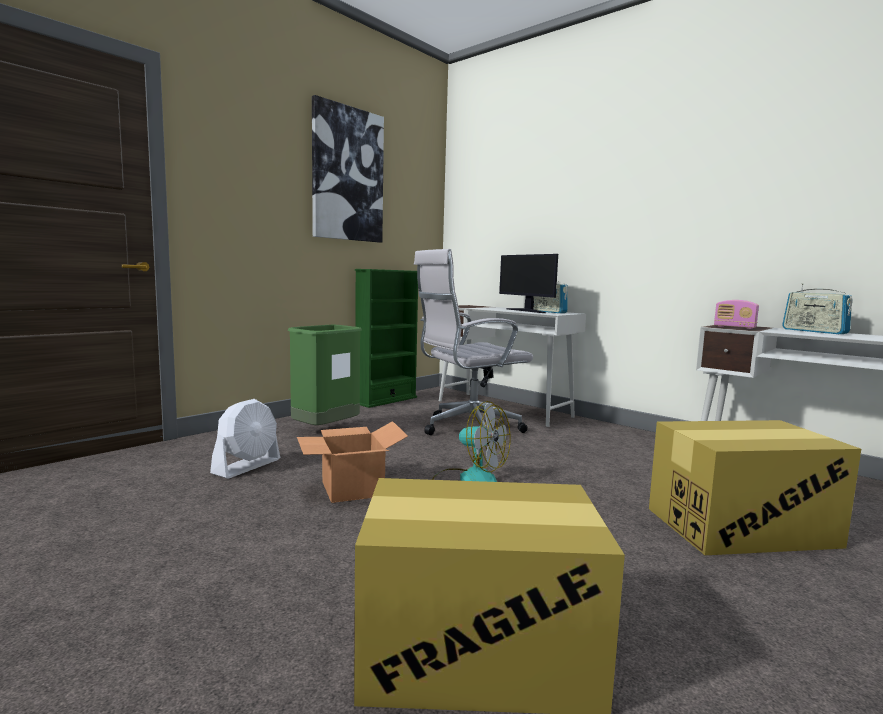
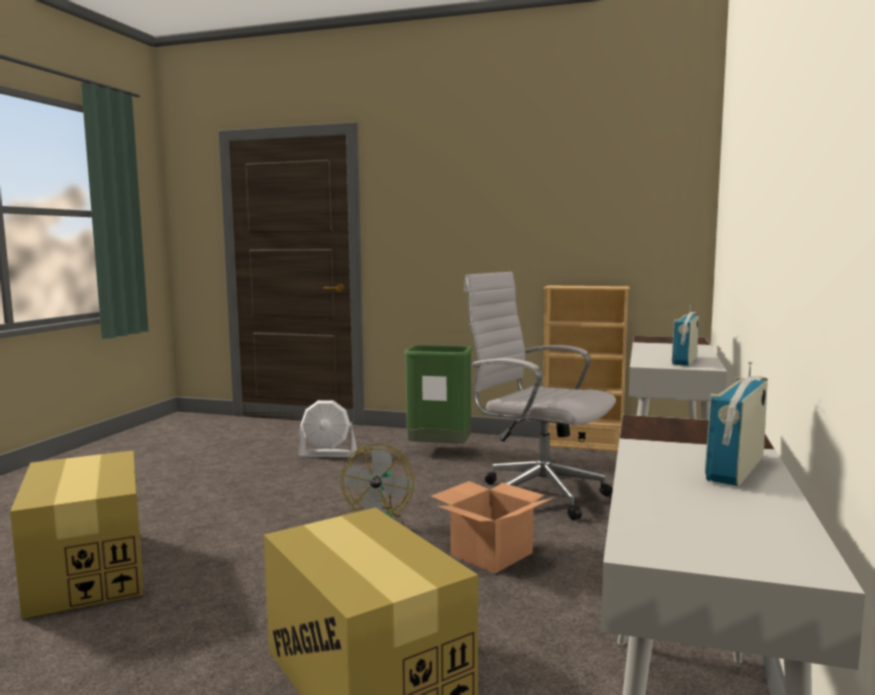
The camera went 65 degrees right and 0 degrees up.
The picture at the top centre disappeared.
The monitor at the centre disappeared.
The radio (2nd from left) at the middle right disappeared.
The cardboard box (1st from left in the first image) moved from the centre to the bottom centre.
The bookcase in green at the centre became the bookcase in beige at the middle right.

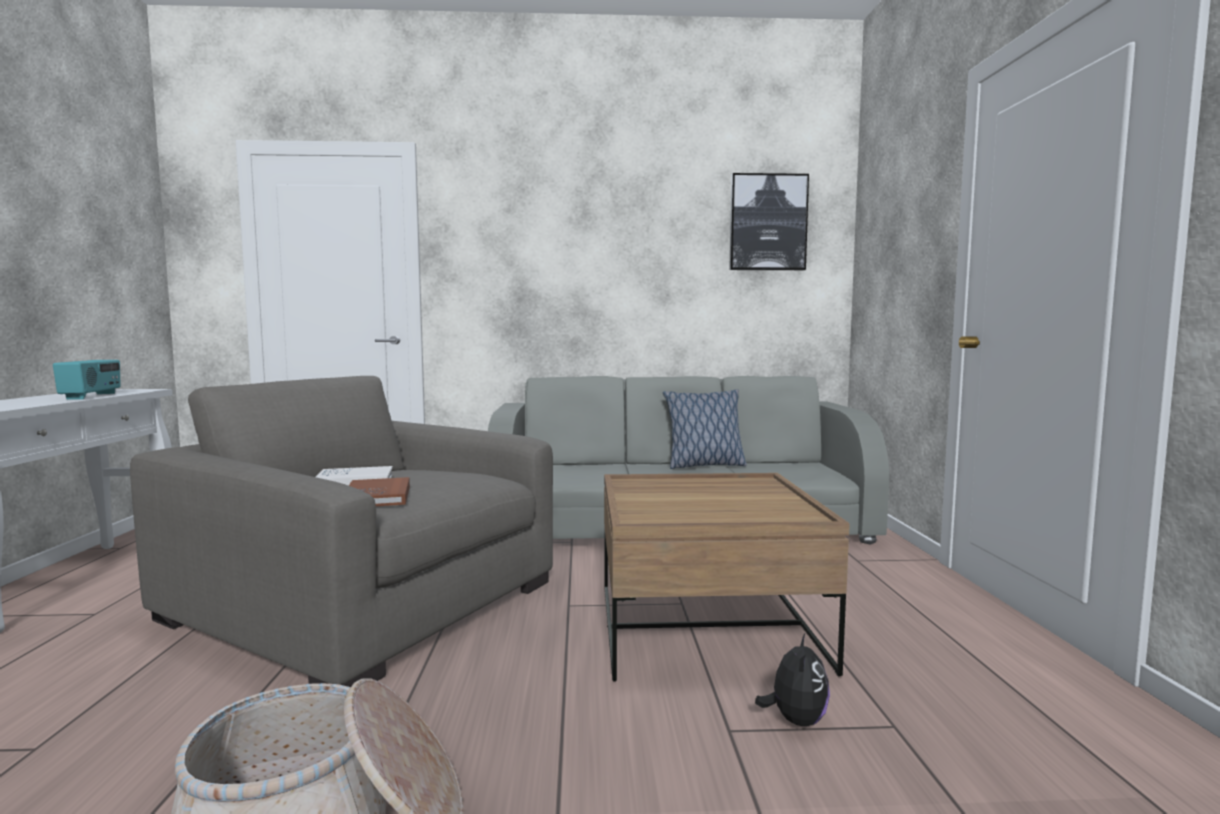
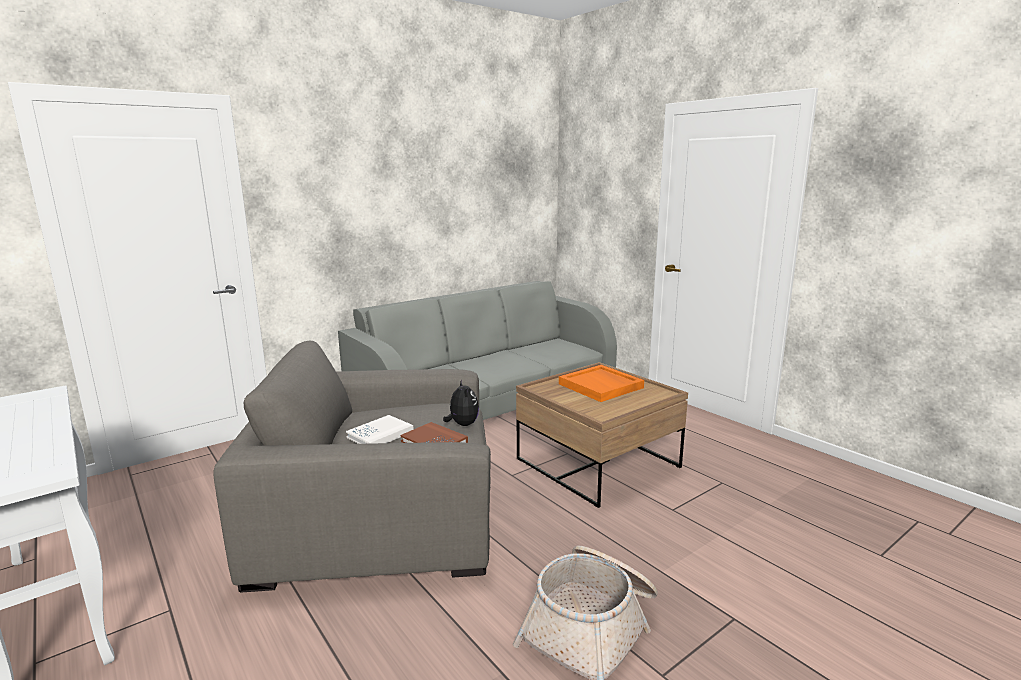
The camera went 35 degrees left and 10 degrees up.
The radio at the middle left disappeared.
The pillow at the centre disappeared.
The picture at the top centre disappeared.
The tray in orange at the centre appeared.
The plush toy moved from the bottom centre to the centre.

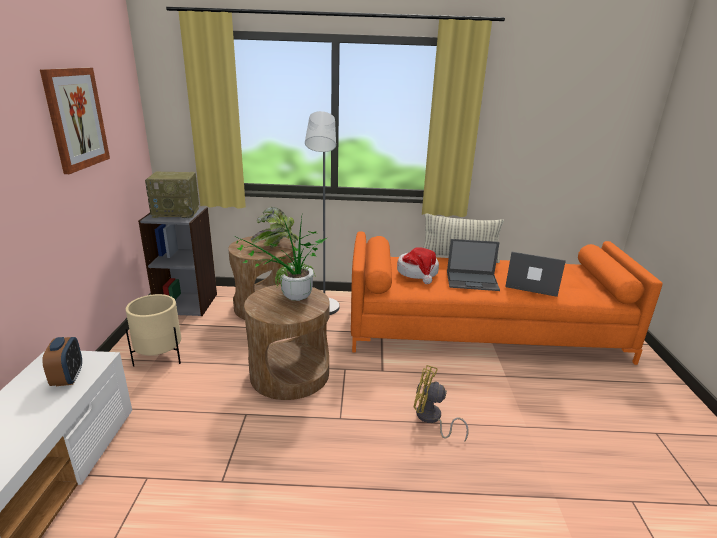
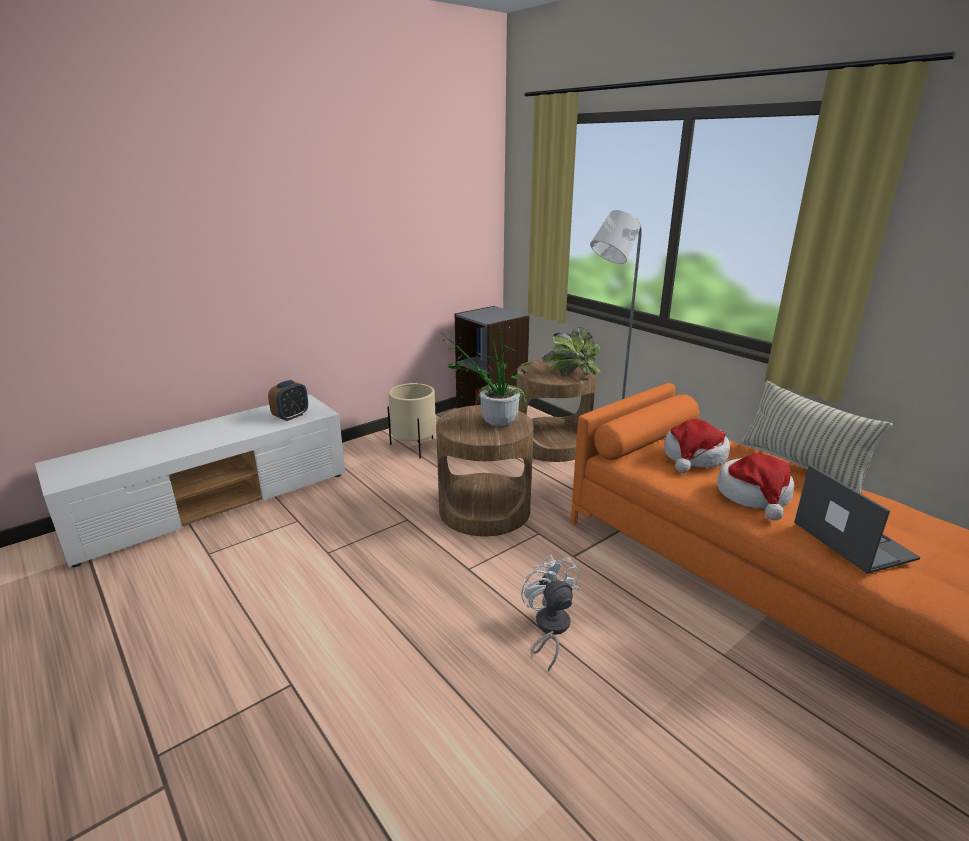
The camera went 50 degrees right and 0 degrees up.
The picture at the top left disappeared.
The radio at the middle left disappeared.
The laptop (1st from left) at the centre was replaced by the hat (2nd from left) at the middle right.
The fan in yellow at the bottom centre became the fan in white at the bottom centre.

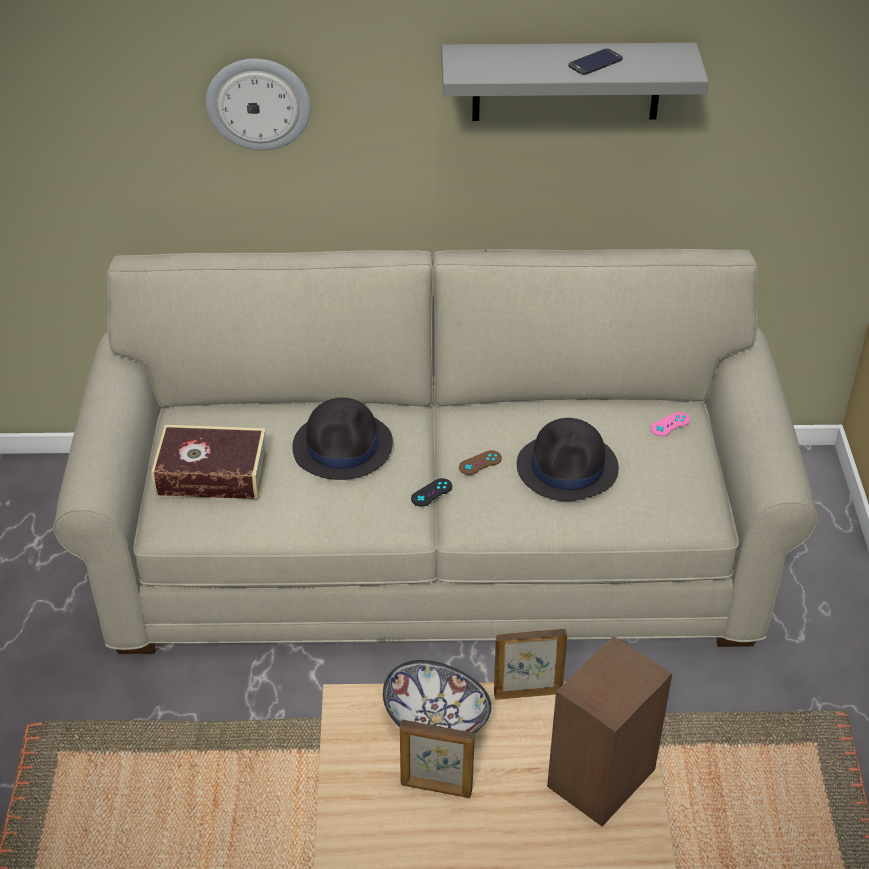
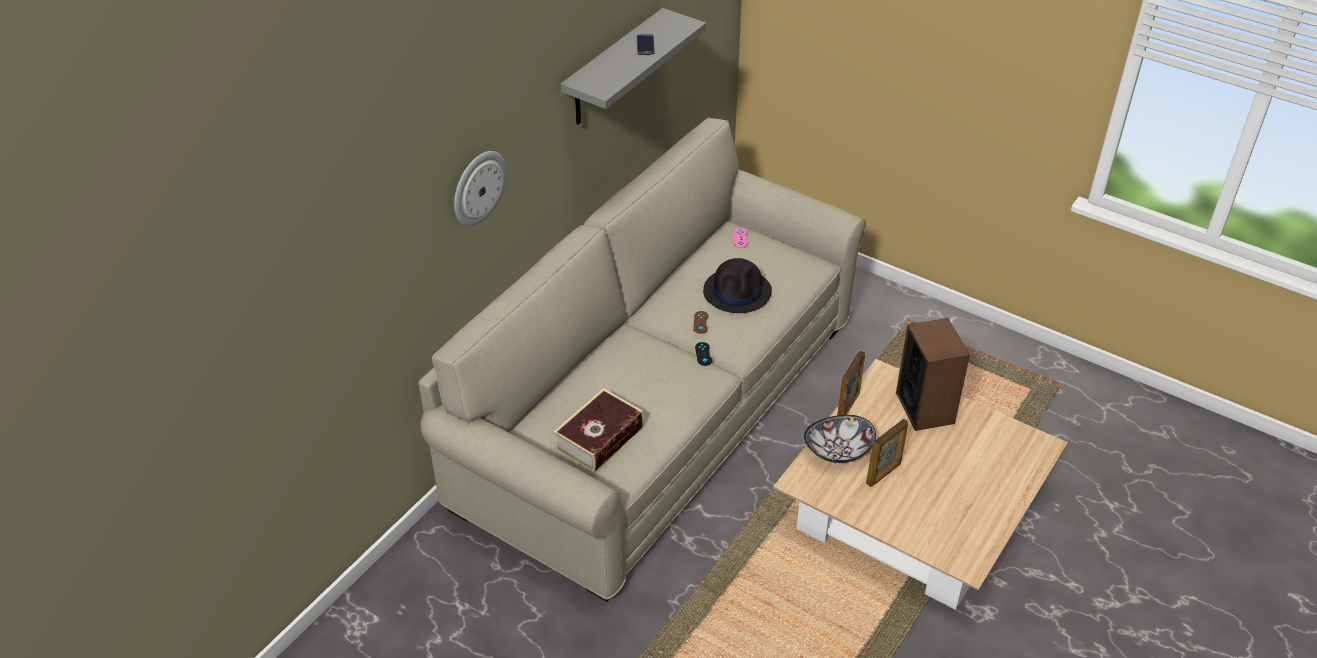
The camera went 55 degrees left and 0 degrees up.
The hat in black (1st from left) at the centre disappeared.

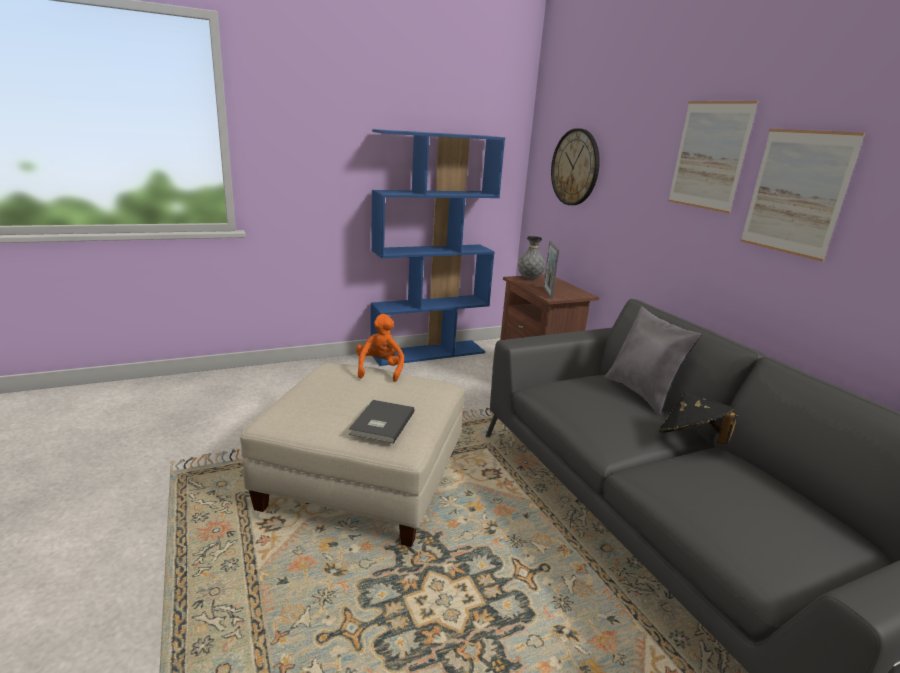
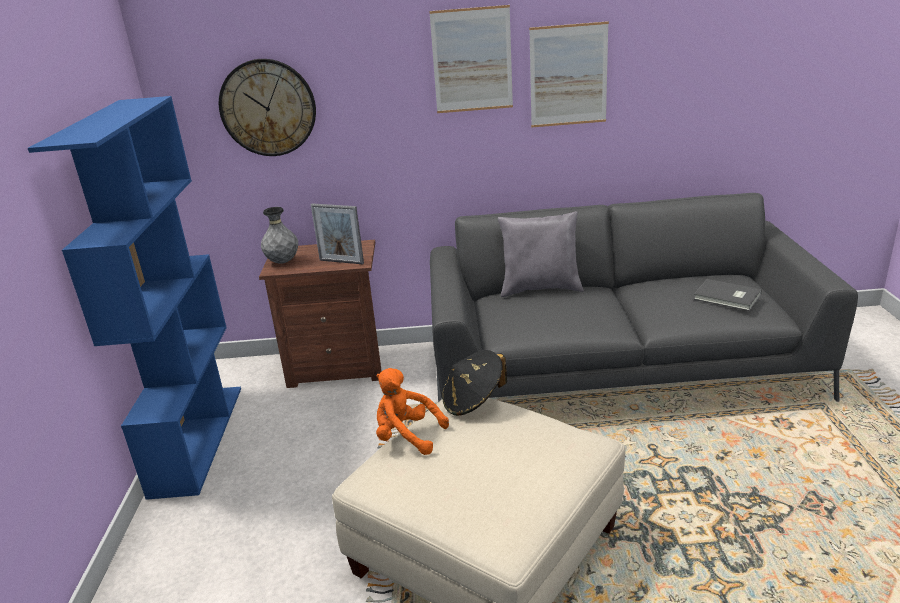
The camera went 65 degrees left and 5 degrees up.
The book in grey moved from the centre to the middle right.
The hat in black moved from the middle right to the centre.

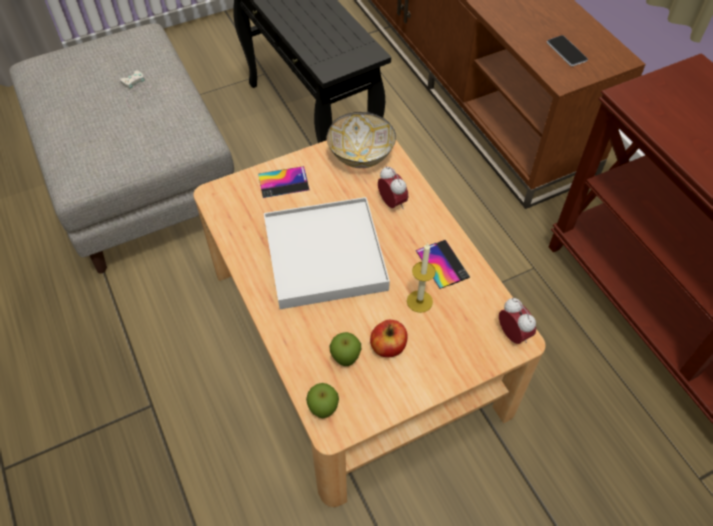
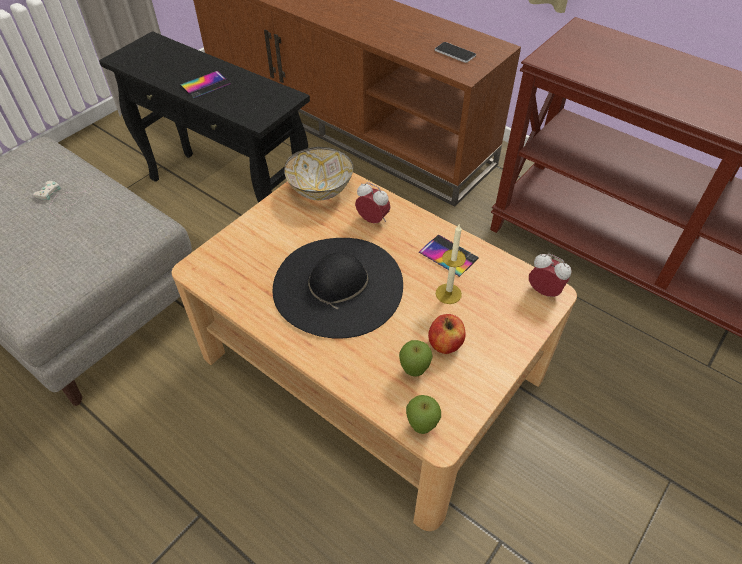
The camera went 25 degrees left and 5 degrees down.
The phone (1st from left) moved from the centre to the top left.
The tray in white at the centre was replaced by the hat in black at the centre.

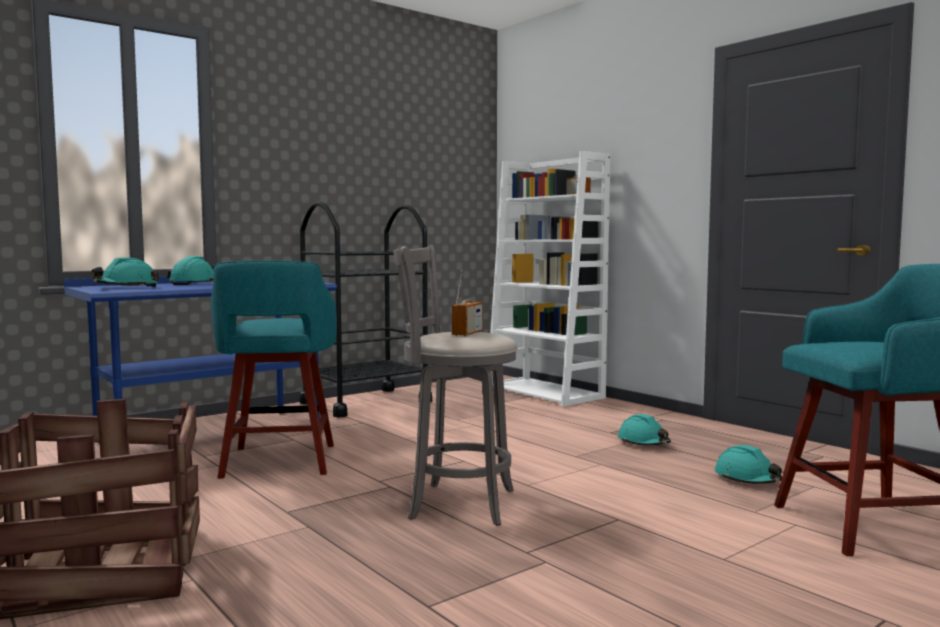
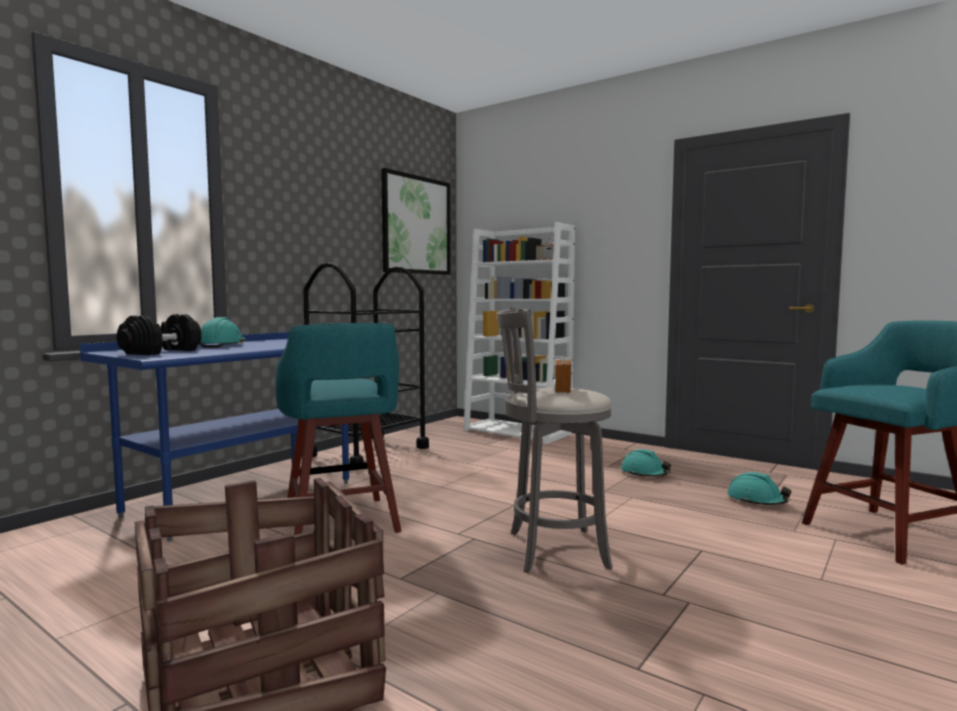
The camera went 15 degrees left and 0 degrees up.
The picture at the top centre appeared.
The hard hat in turquoise (1st from left) at the middle left was replaced by the dumbbell in black at the middle left.

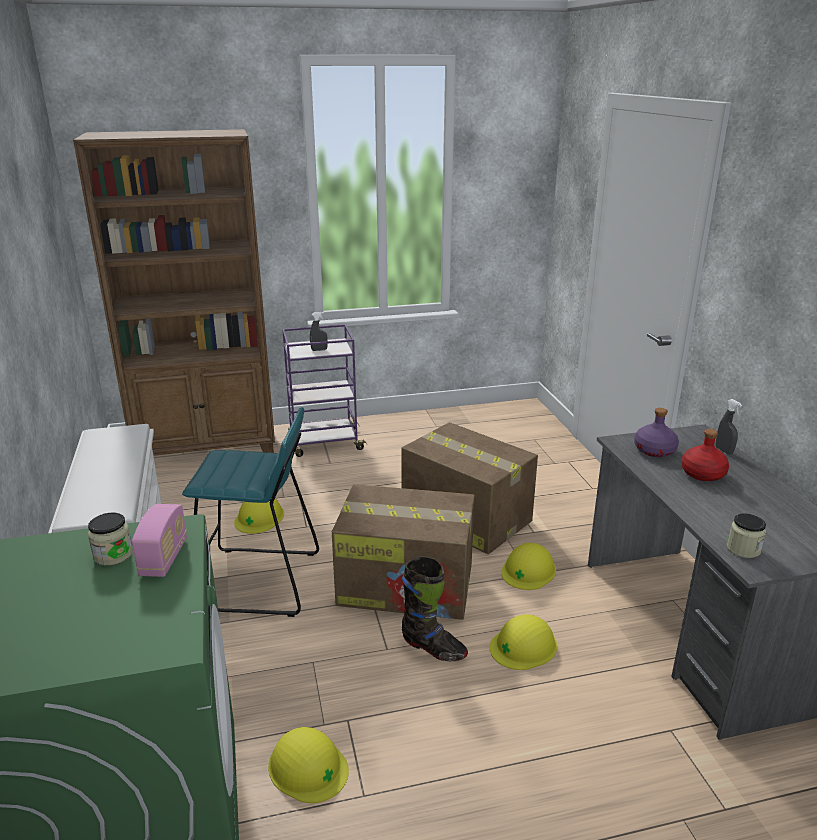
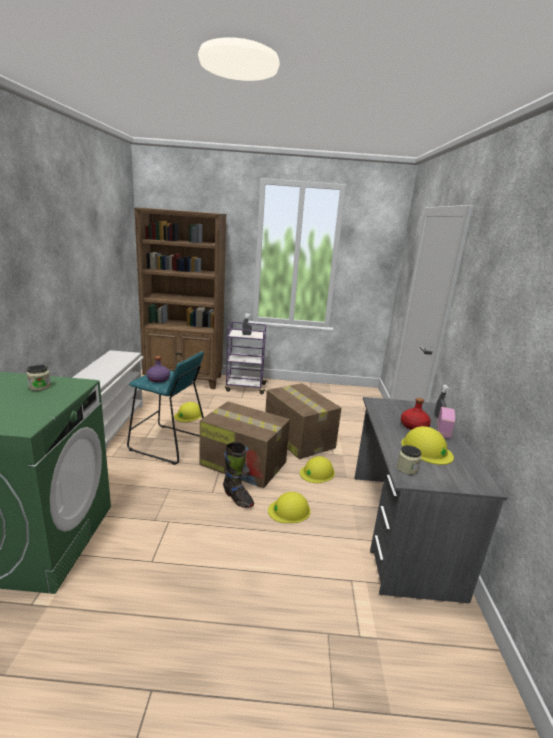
The camera went 15 degrees right and 5 degrees down.
The radio moved from the middle left to the middle right.
The hard hat in yellow (2nd from left in the first image) moved from the bottom centre to the middle right.
The bottle in purple moved from the middle right to the middle left.

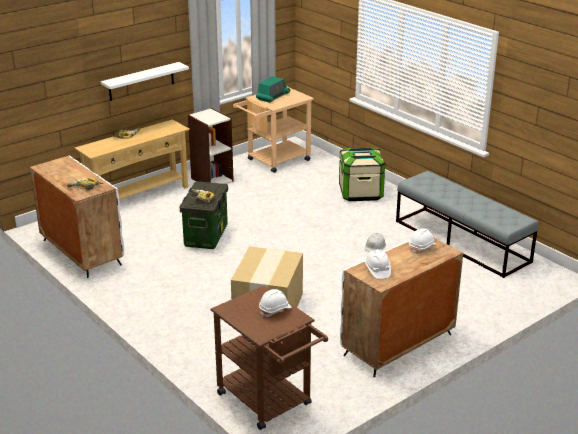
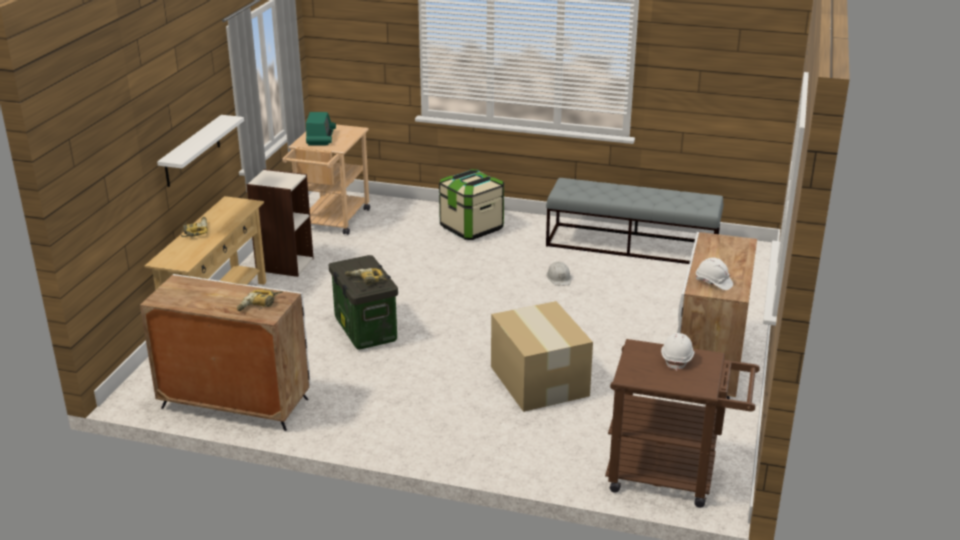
The camera went 35 degrees left and 0 degrees up.
The hard hat in white (4th from left) at the middle right disappeared.

